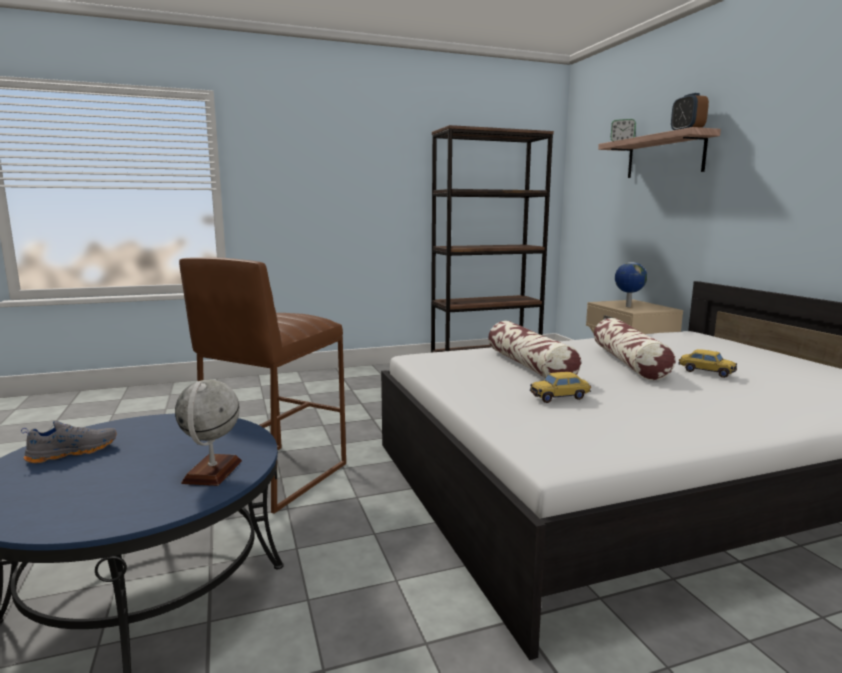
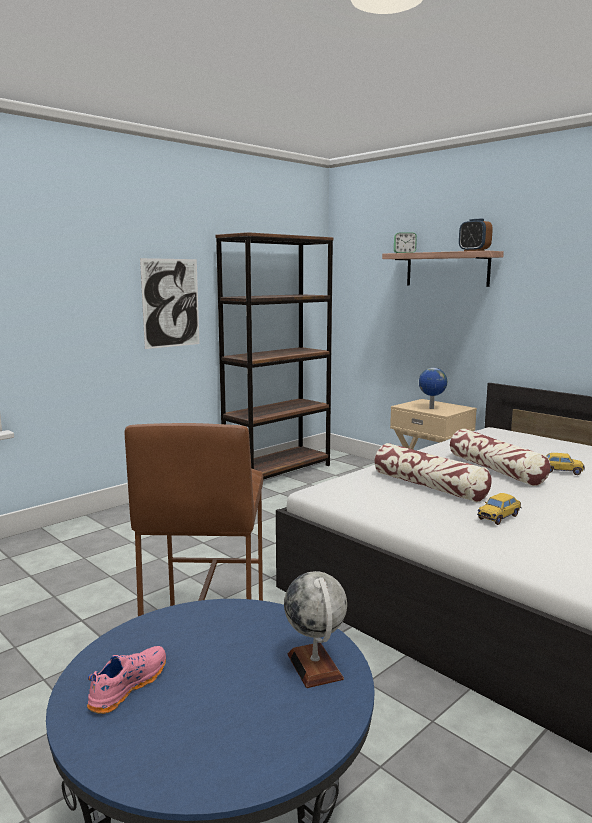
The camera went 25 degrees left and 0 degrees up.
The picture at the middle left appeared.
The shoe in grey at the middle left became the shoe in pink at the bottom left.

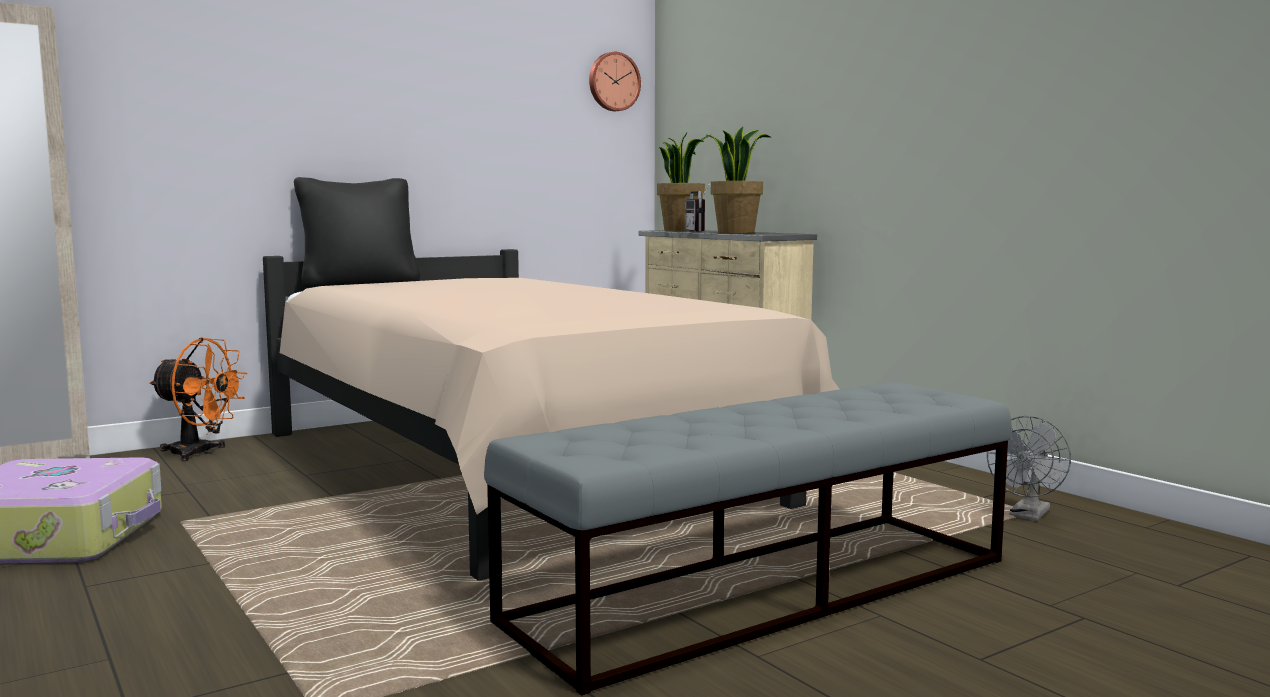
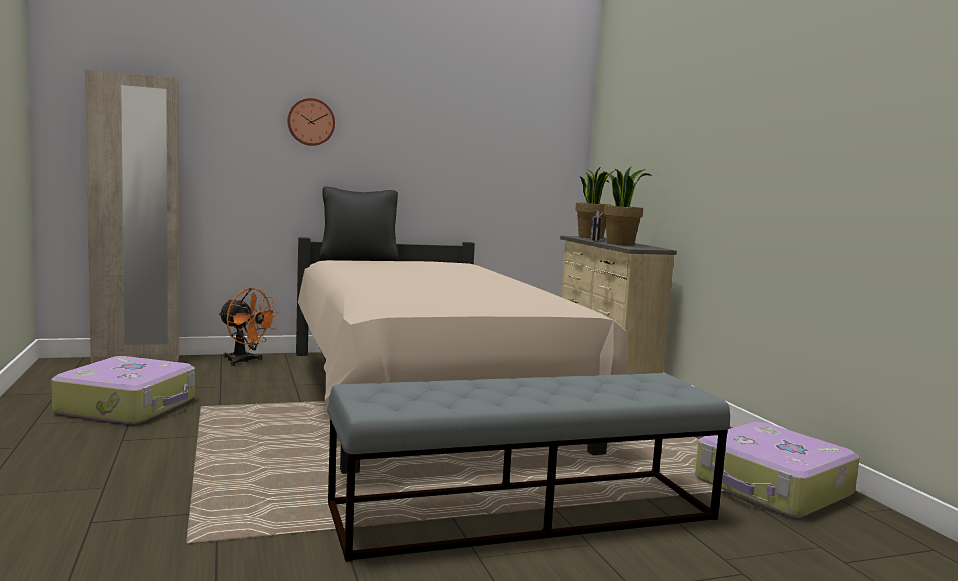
The camera went 15 degrees right and 0 degrees up.
The wall clock moved from the top centre to the top left.
The fan in grey at the bottom right was replaced by the suitcase (2nd from left) at the bottom right.

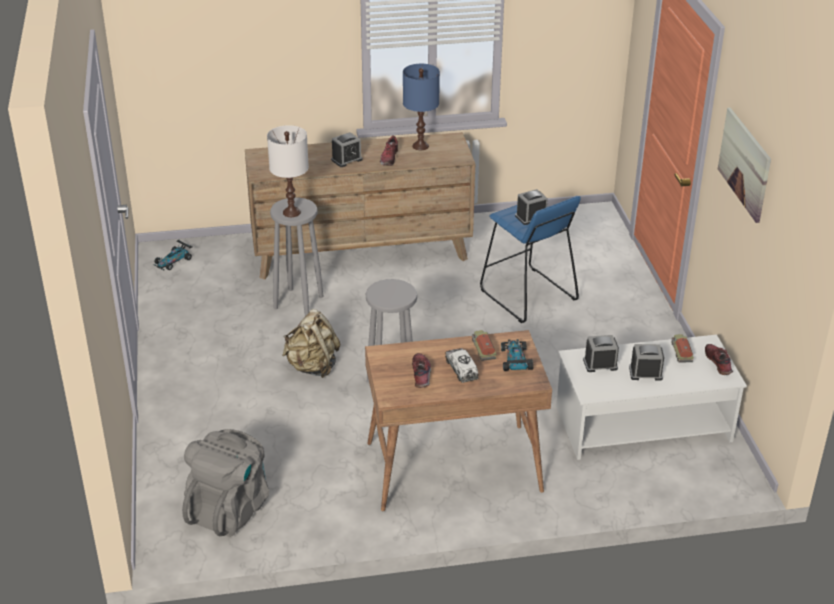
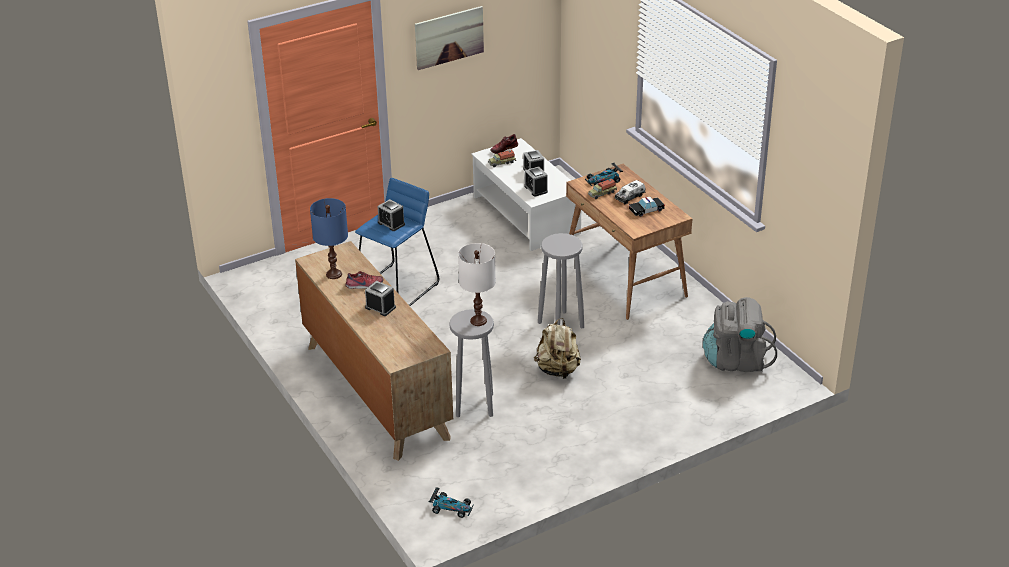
The camera went 110 degrees left and 0 degrees up.
The shoe (2nd from left) at the centre was replaced by the toy car (3rd from left) at the centre.

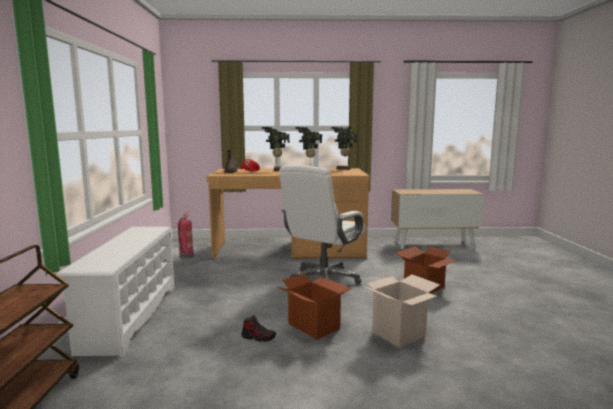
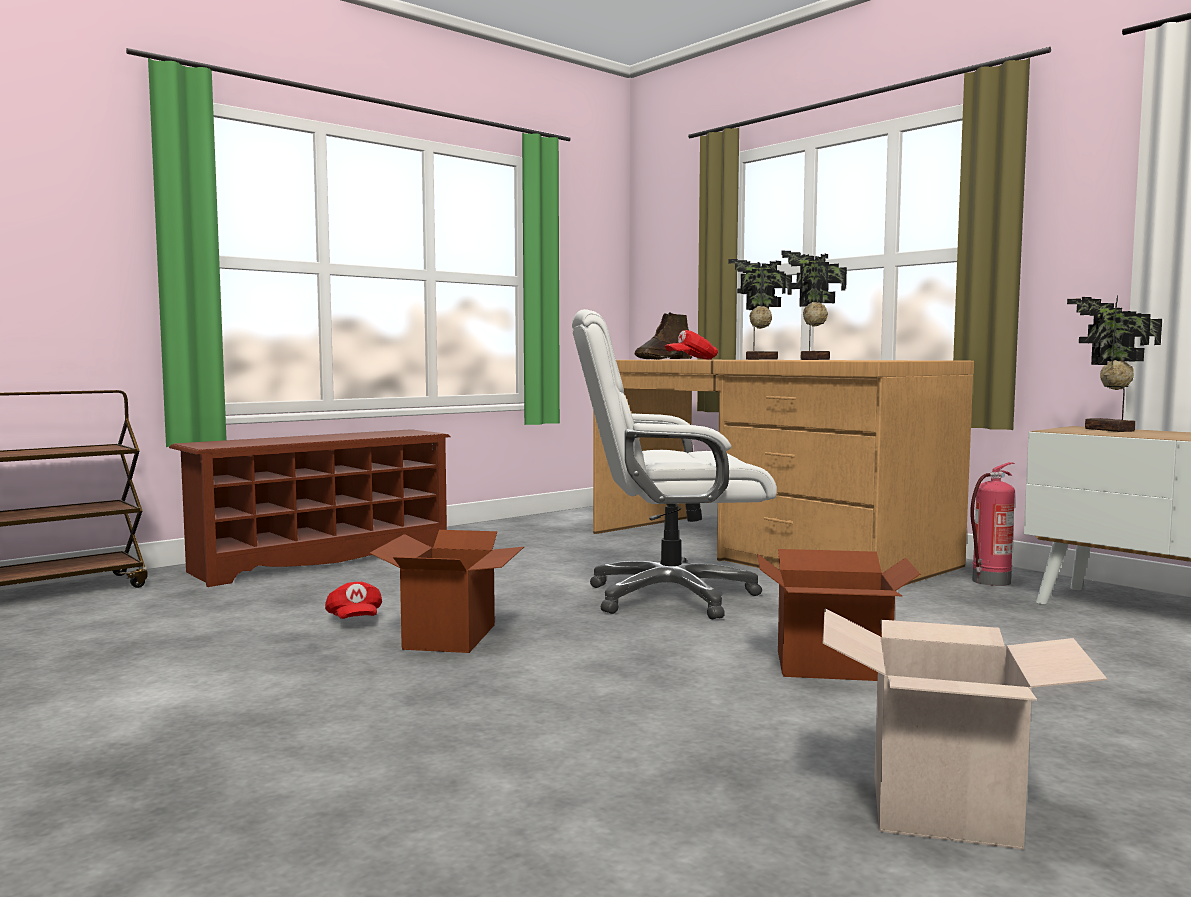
The camera went 50 degrees right and 5 degrees down.
The fire extinguisher moved from the middle left to the middle right.
The potted plant (3rd from left) moved from the centre to the middle right.
The cardboard box (2nd from left in the first image) moved from the bottom centre to the bottom right.
The shoe at the bottom centre was replaced by the cap in red (1st from left) at the bottom left.
The shoe rack in white at the bottom left became the shoe rack in brown at the middle left.

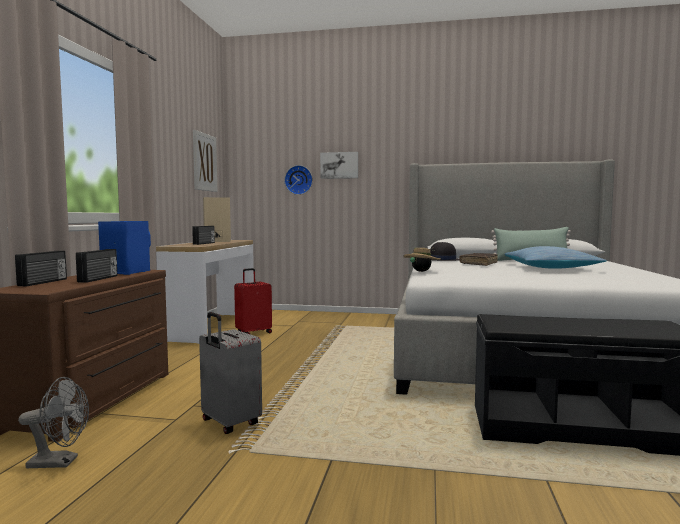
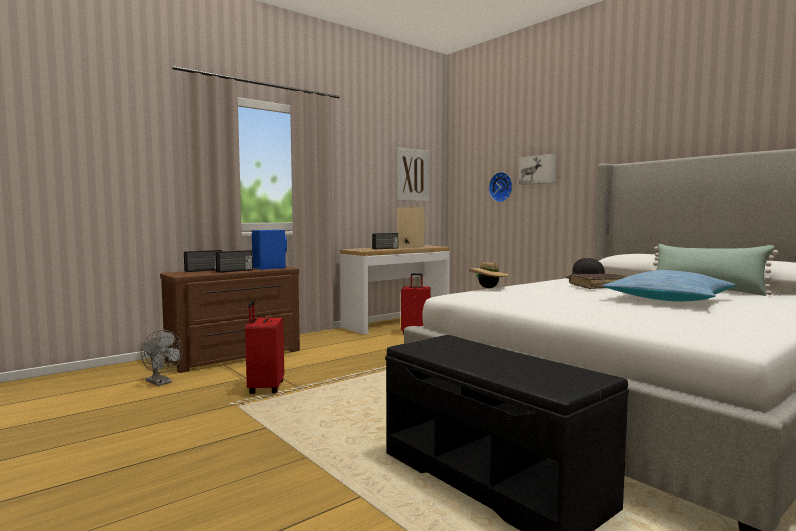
The camera went 40 degrees right and 0 degrees up.
The suitcase in grey at the bottom centre became the suitcase in red (1st from left) at the middle left.

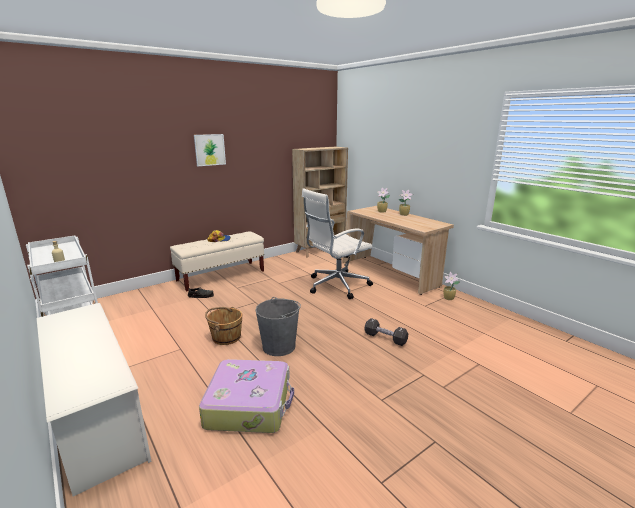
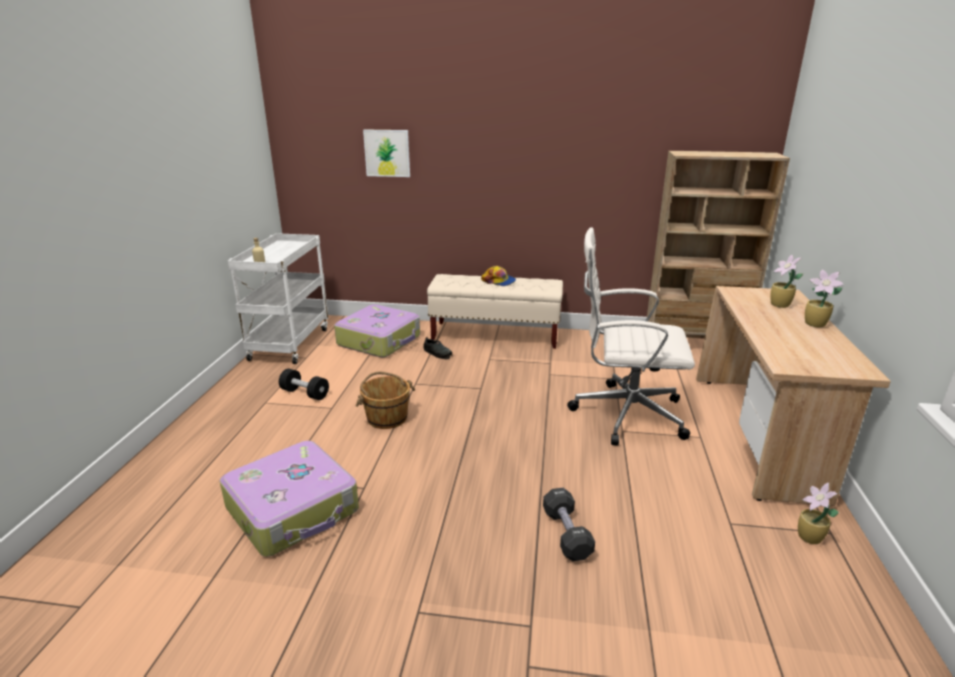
The camera went 45 degrees right and 5 degrees up.
The shoe rack in white at the bottom left disappeared.
The bucket in grey at the centre disappeared.
The dumbbell in black (1st from left) at the middle left appeared.
The suitcase (2nd from left) at the centre appeared.
The picture moved from the top left to the top centre.

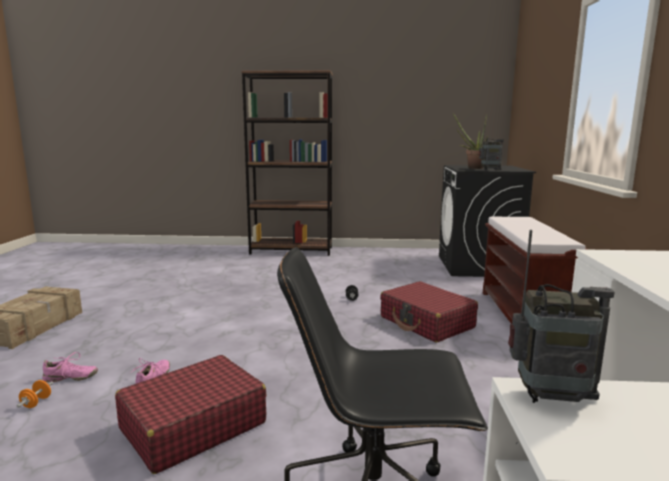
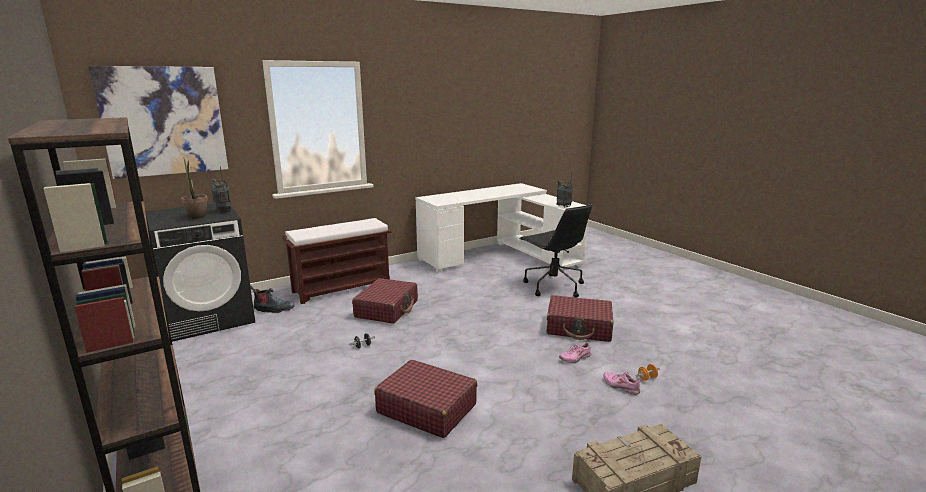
The camera went 125 degrees left and 5 degrees up.
The picture at the top left appeared.
The boot at the middle left appeared.
The suitcase in red (2nd from left) at the bottom centre appeared.

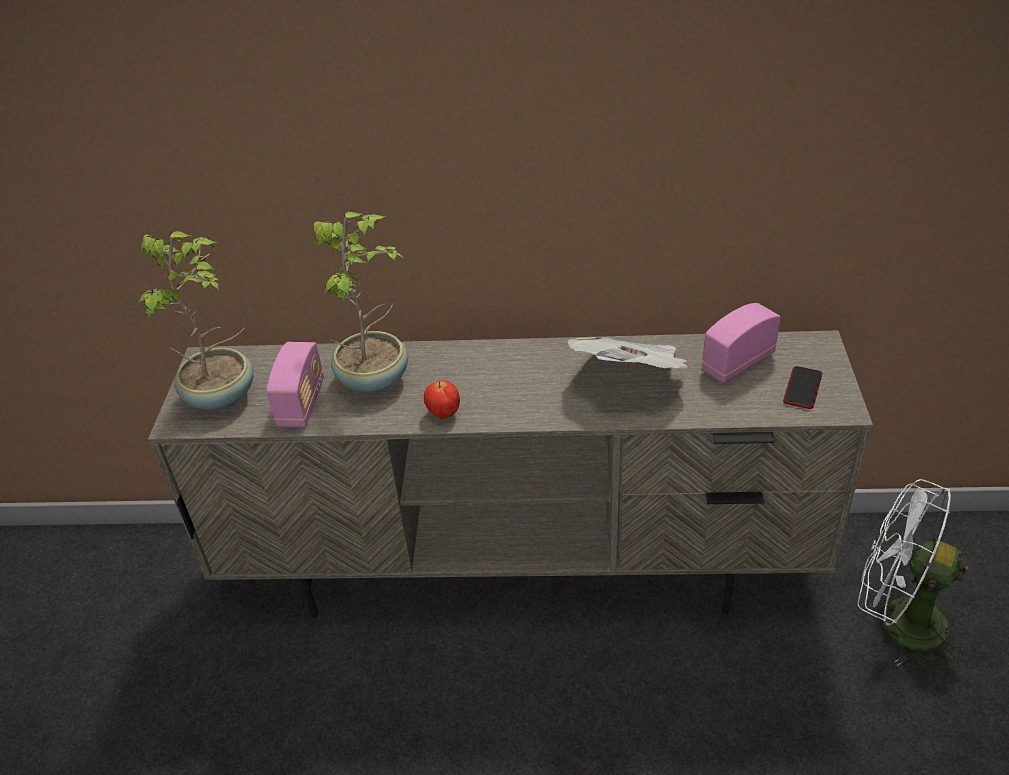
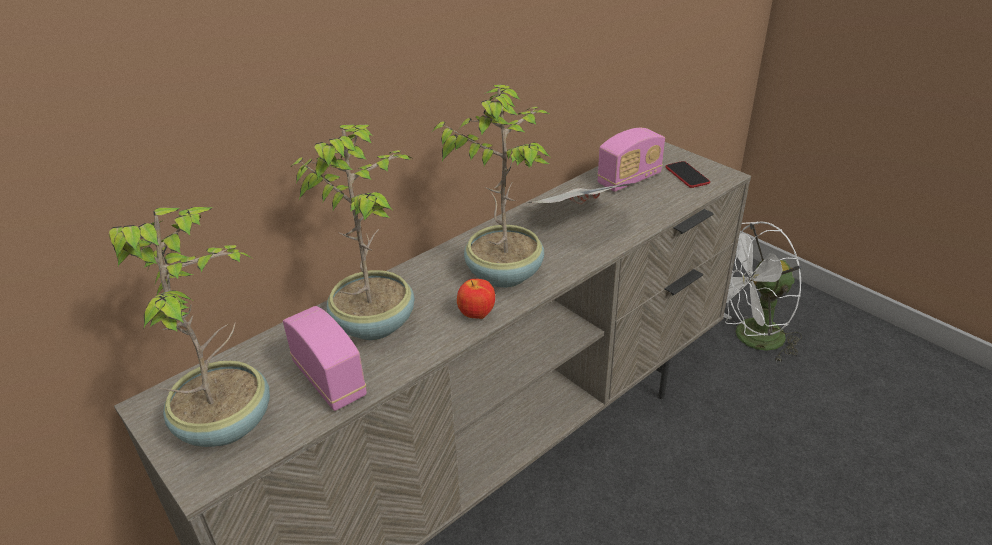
The camera went 45 degrees left and 5 degrees down.
The potted plant (3rd from left) at the centre appeared.
The radio (2nd from left) at the middle right turned 135 degrees counterclockwise.

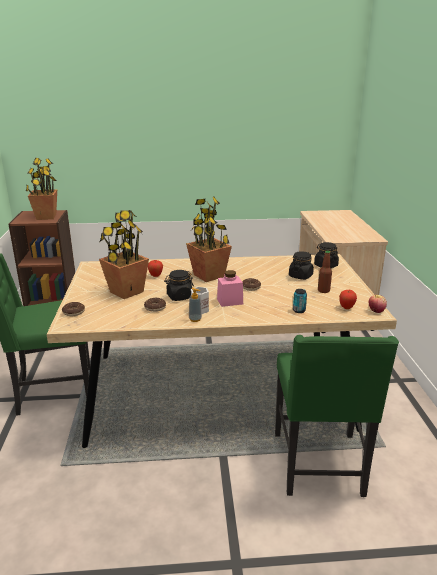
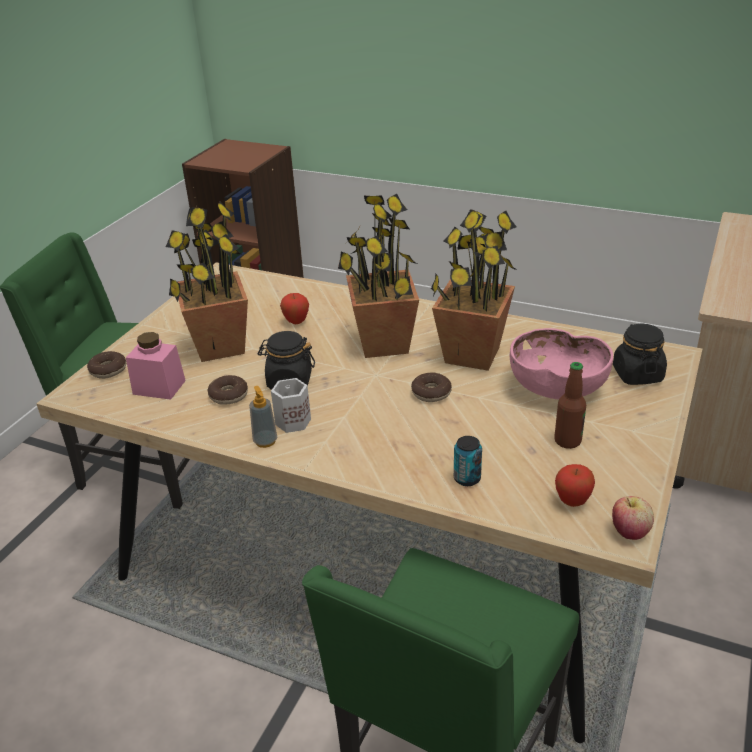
The camera went 30 degrees right and 10 degrees up.
The potted plant (1st from left in the first image) moved from the top left to the centre.
The jar in pink moved from the centre to the middle left.
The jar in black (2nd from left) at the middle right was replaced by the bowl in pink at the middle right.

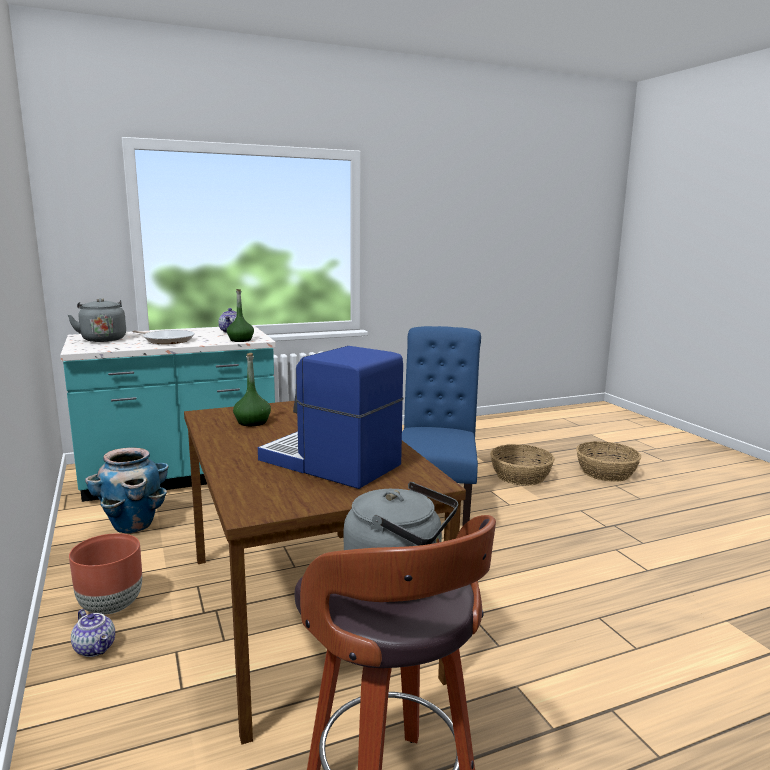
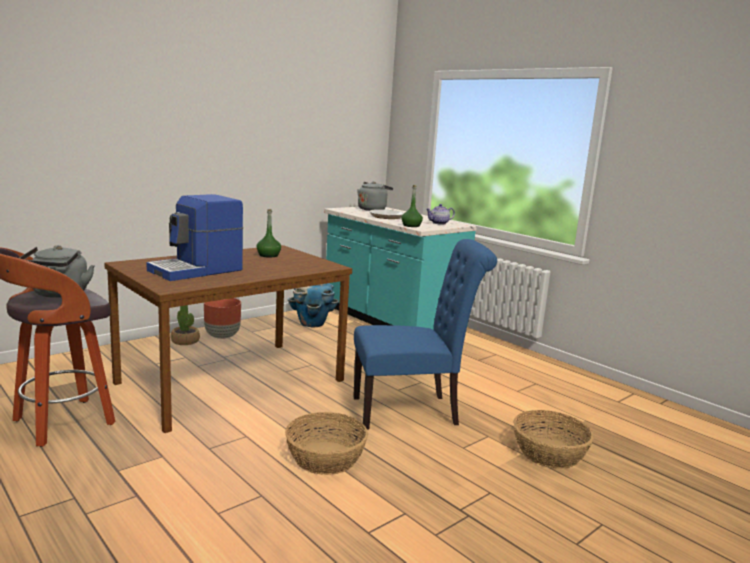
The camera went 70 degrees right and 0 degrees up.
The basket (2nd from left in the first image) moved from the middle right to the bottom centre.
The teapot (1st from left) at the bottom left was replaced by the potted plant at the middle left.
The coffee machine at the centre turned 150 degrees counterclockwise.

